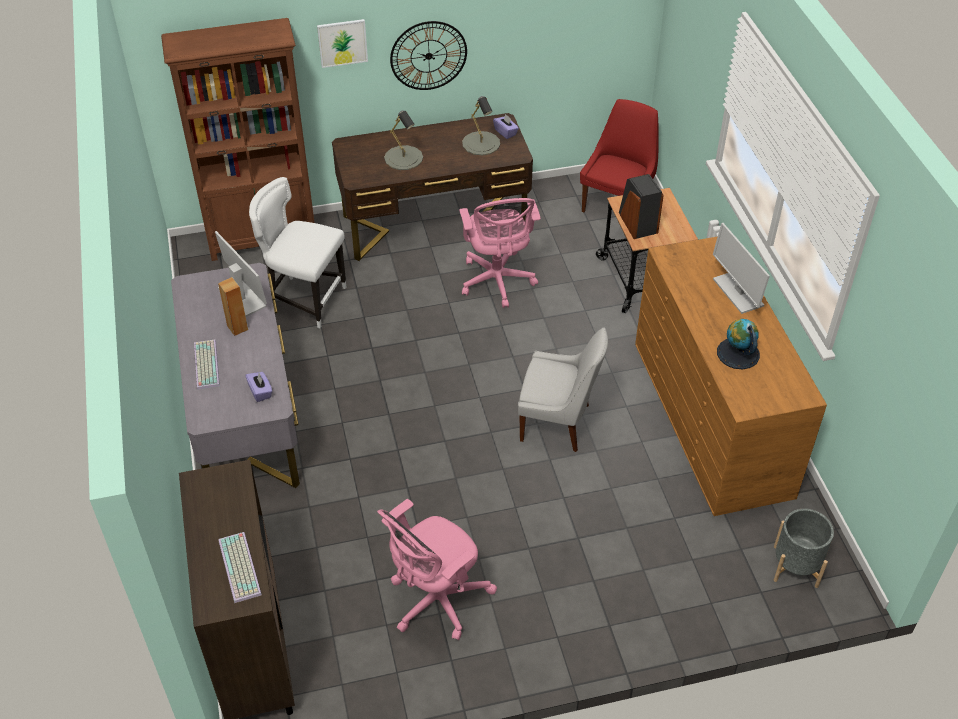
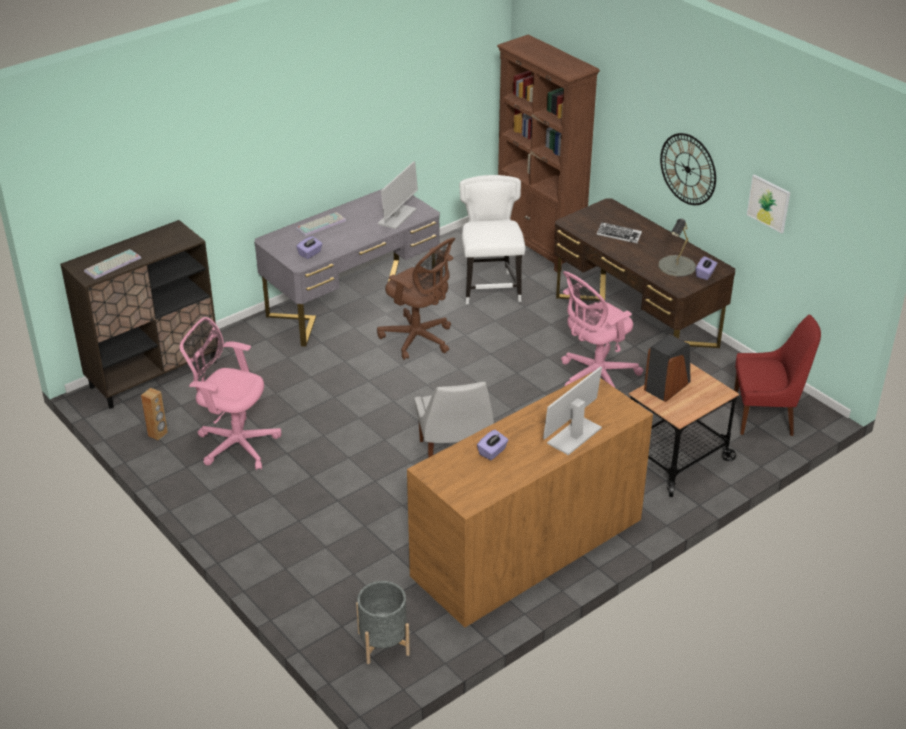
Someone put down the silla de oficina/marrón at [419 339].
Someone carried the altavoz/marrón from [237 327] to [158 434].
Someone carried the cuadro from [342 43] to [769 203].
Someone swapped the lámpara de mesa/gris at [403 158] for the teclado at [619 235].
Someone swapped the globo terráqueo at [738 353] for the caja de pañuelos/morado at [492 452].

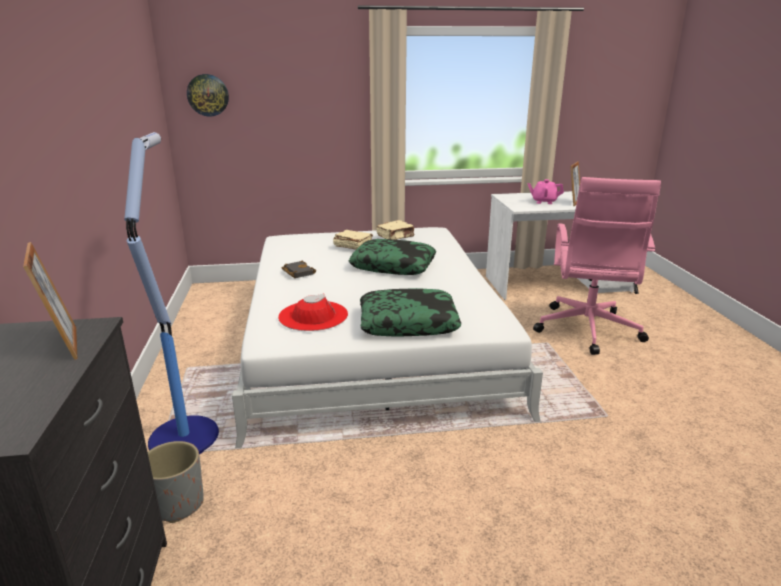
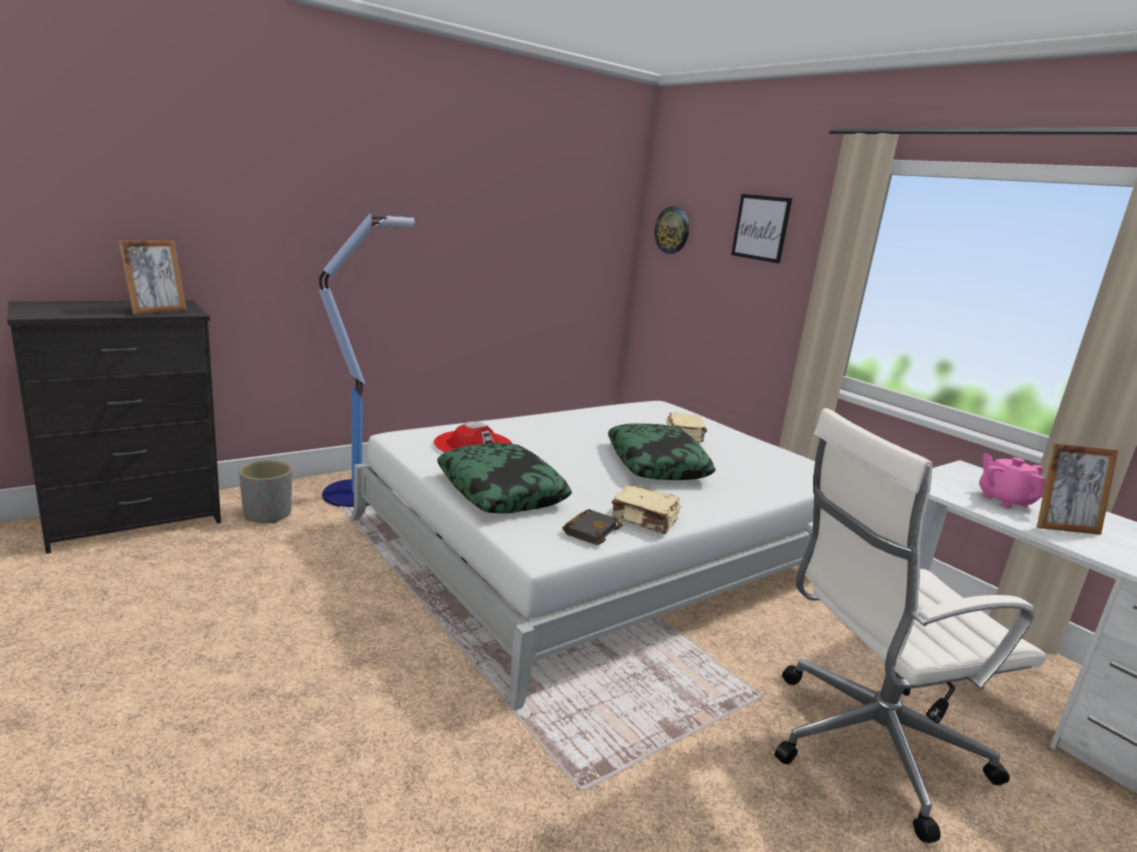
Someone put up the cuadro at [761 228].
Someone carried the libro/negro from [297 272] to [590 530].
Someone carried the libro/beis from [395 236] to [645 520].
Someone repainted the silla de oficina/rosa at [587 331], which became the silla de oficina/blanco at [866 745].

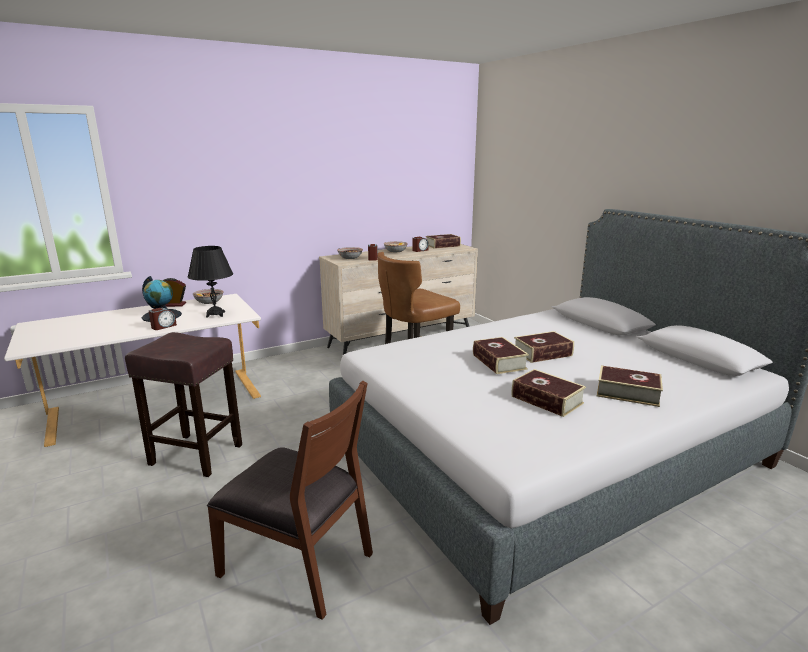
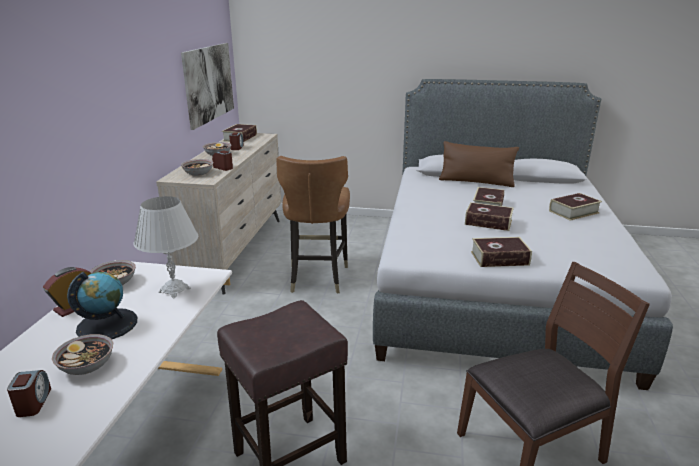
Someone put down the cuenco at [87 365].
Someone put up the cuadro at [209 83].
Someone put down the cojín/marrón at [476 182].
Someone carried the despertador from [163 326] to [33 402].
Someone carried the libro from [547 400] to [499 258].
Someone repainted the lámpara de mesa/negro at [215 314], which became the lámpara de mesa/blanco at [174 290].

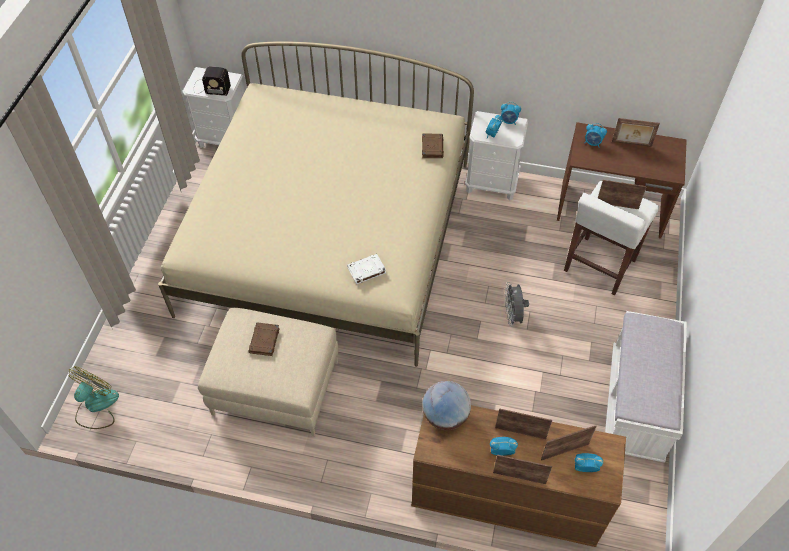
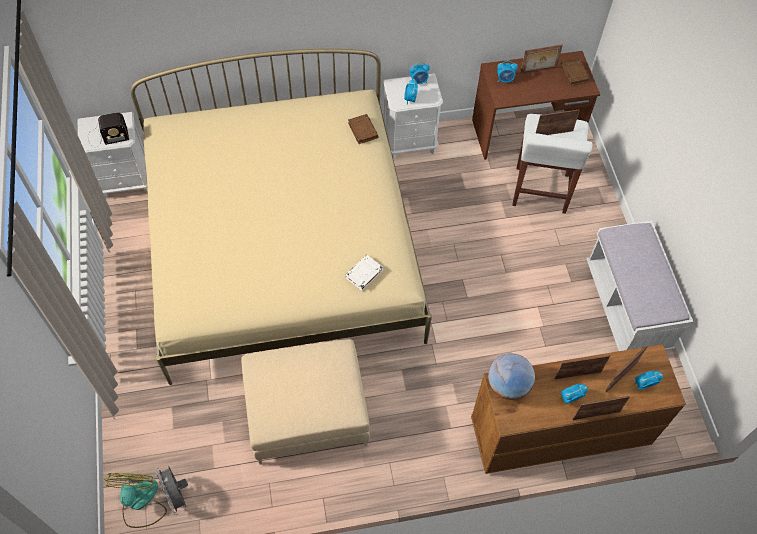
Someone carried the libro/marrón from [264 341] to [575 74].
Someone carried the ventilador/gris from [513 316] to [177 495].

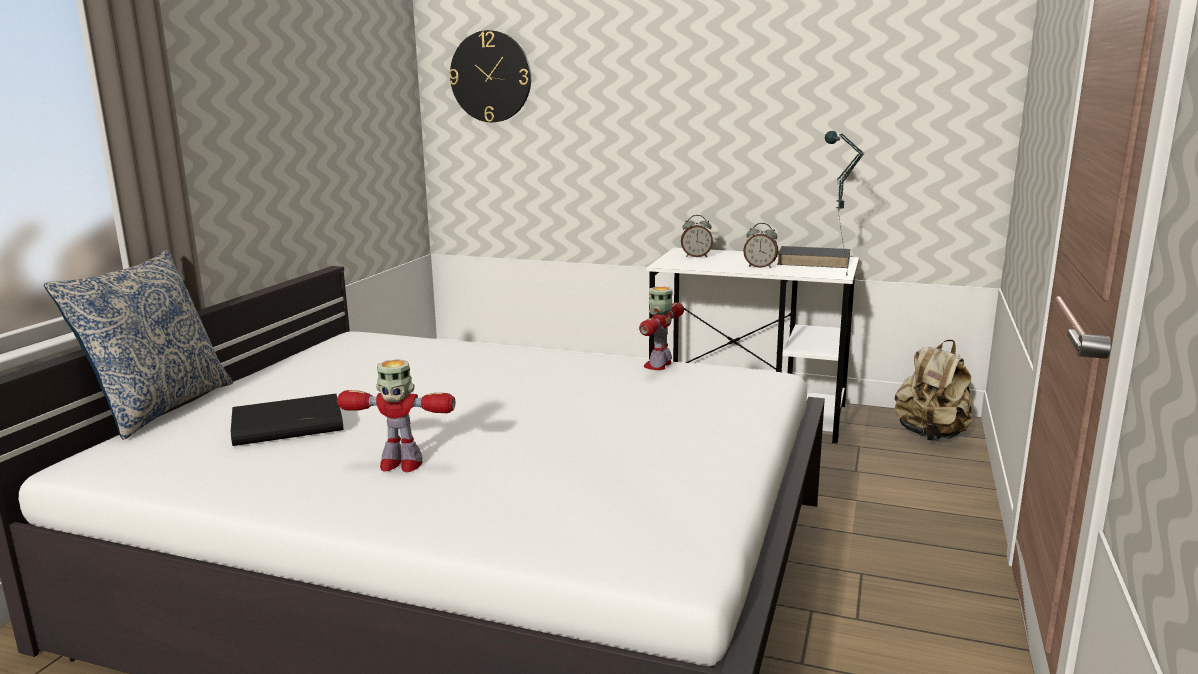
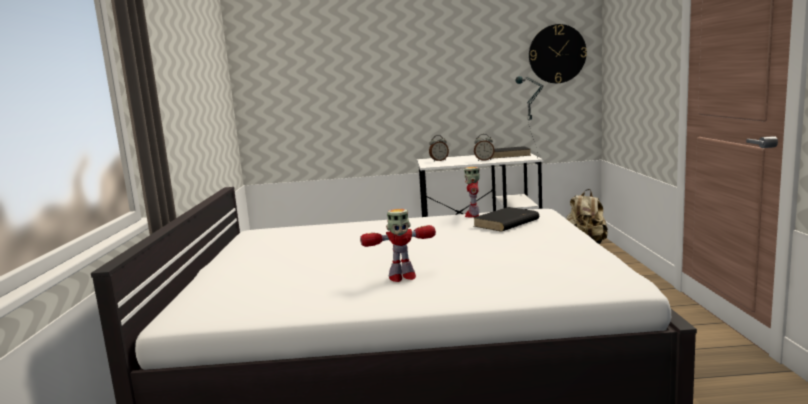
Someone took away the cojín at [159 408].
Someone carried the libro/negro from [287 427] to [506 223].
Someone carried the reloj de pared from [491 77] to [557 54].

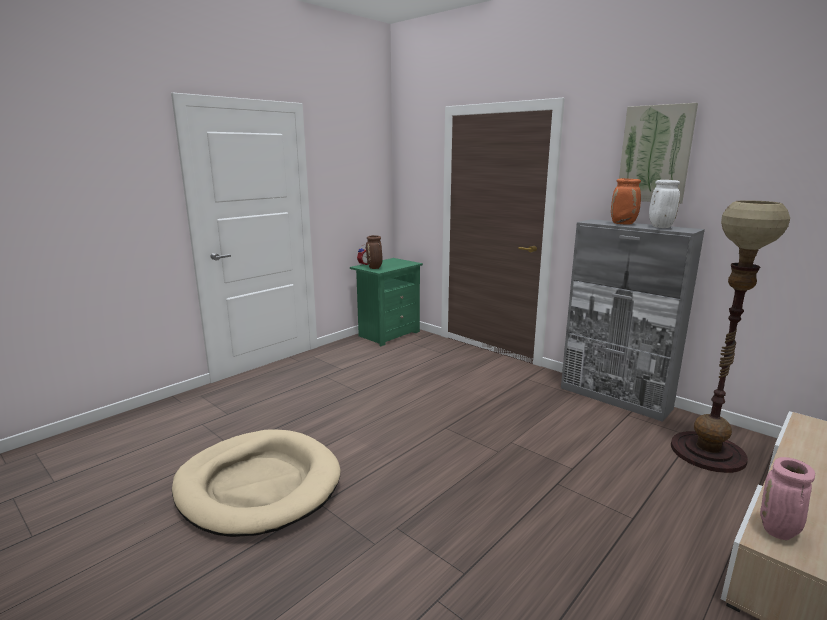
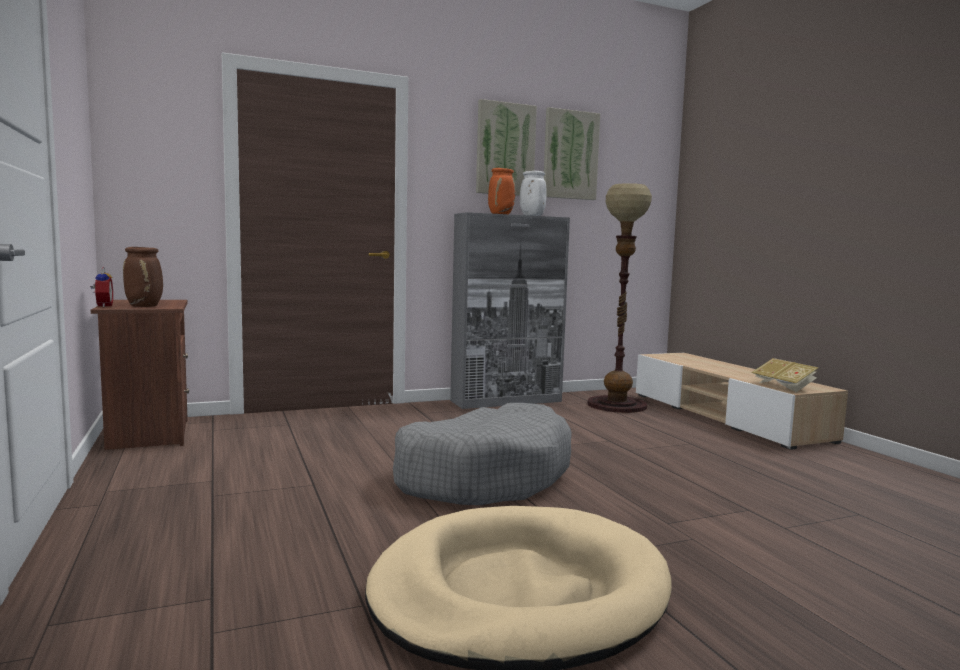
Someone put down the cama para perro/gris at [483 476].
Someone put up the cuadro at [570 155].
Someone swapped the florero/rosa at [778 532] for the libro at [784 387].
Someone repainted the mesita de noche/verde at [388 334], which became the mesita de noche/marrón at [148 434].

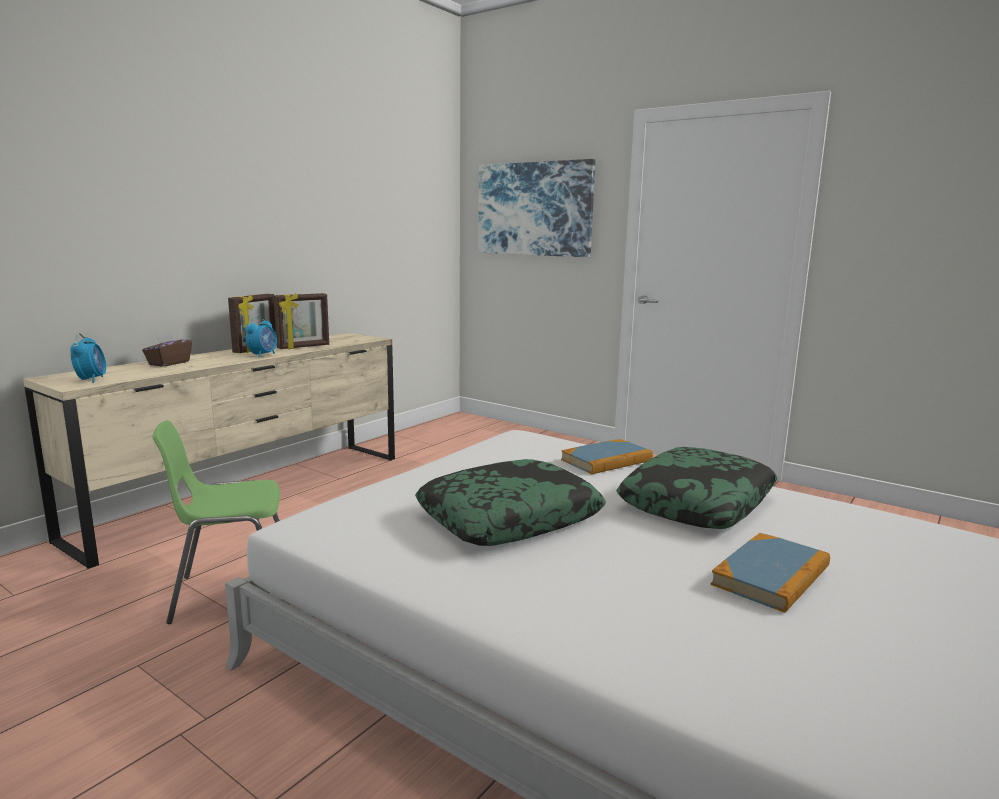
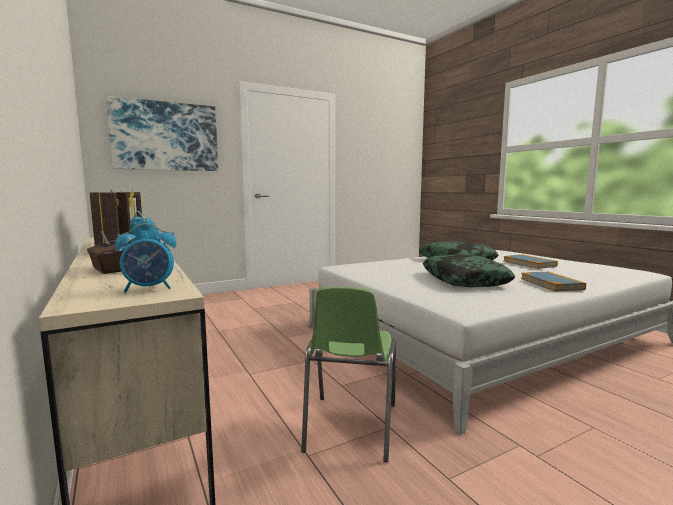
Someone carried the libro from [606 460] to [551 284].
Someone rotated the despertador at [91 380] by 150 degrees clockwise.

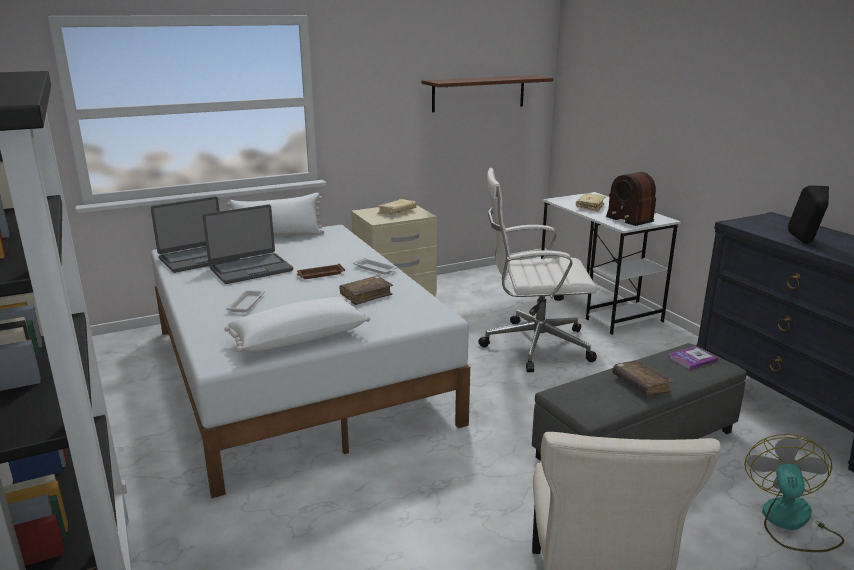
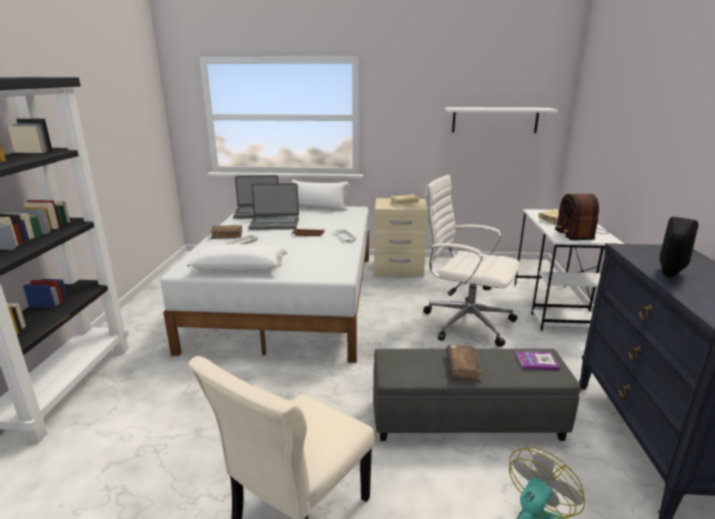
Someone carried the libro/marrón from [366 295] to [227 235].
Someone repainted the estante/marrón at [478 93], which became the estante/blanco at [495 120].

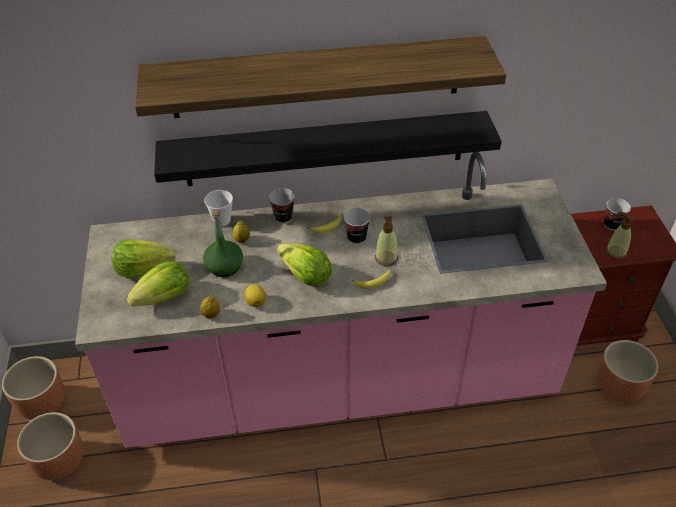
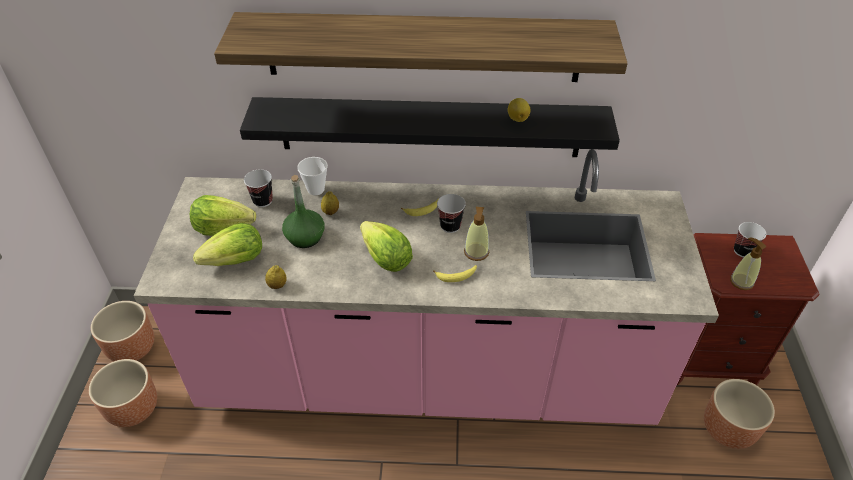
Someone carried the limón from [256 302] to [518 118].
Someone carried the taza from [283 217] to [262 201].

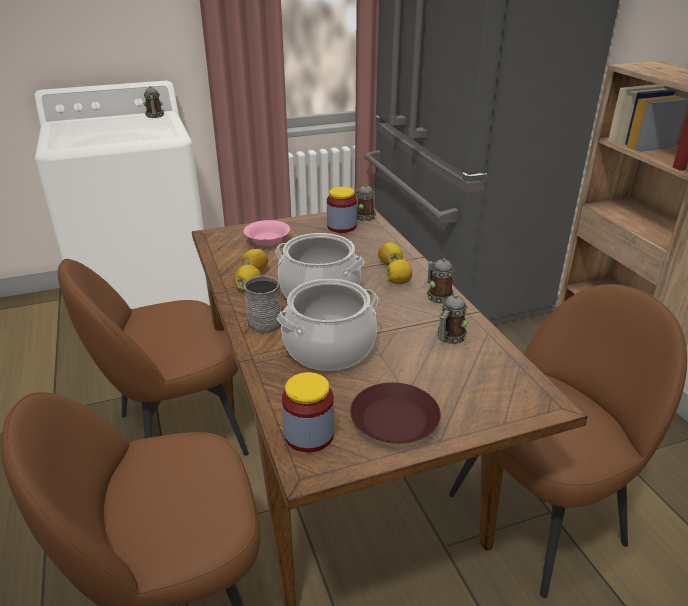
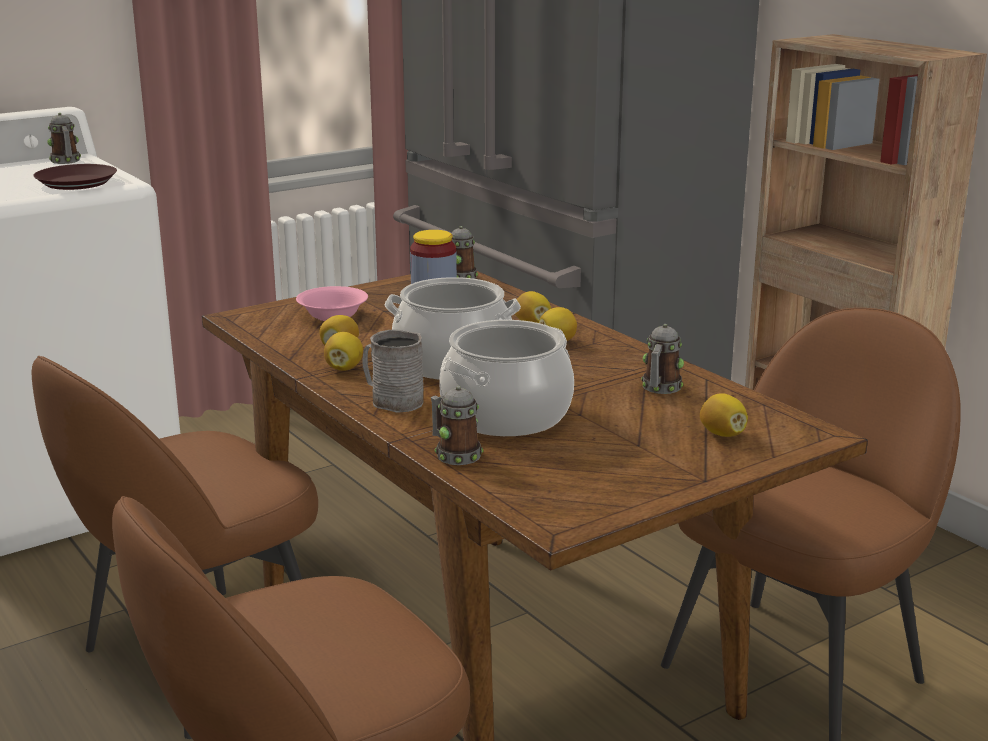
Someone took away the tarro at [309 435].
Someone put down the limón at [722 434].
Someone carried the plato/marrón from [395 420] to [77 183].
Someone carried the taza grande from [437 296] to [454 454].

